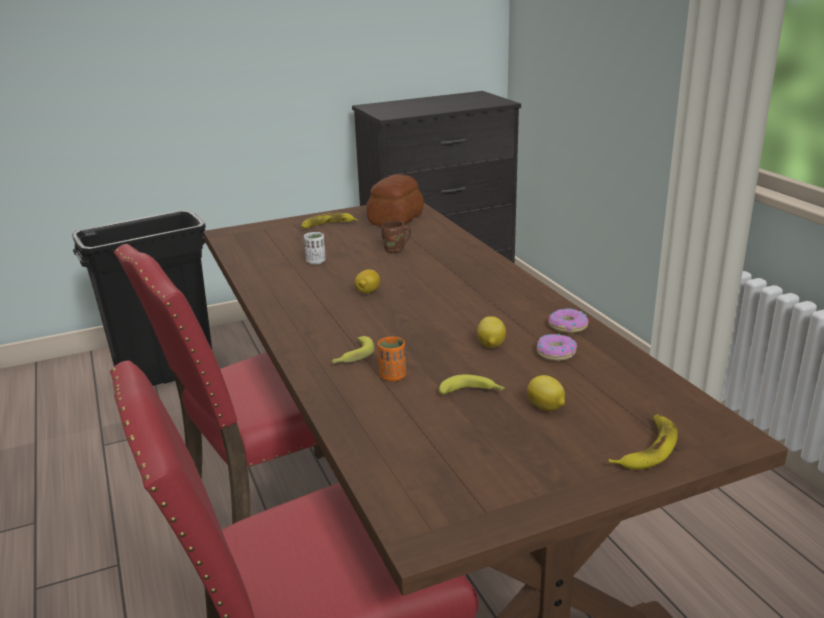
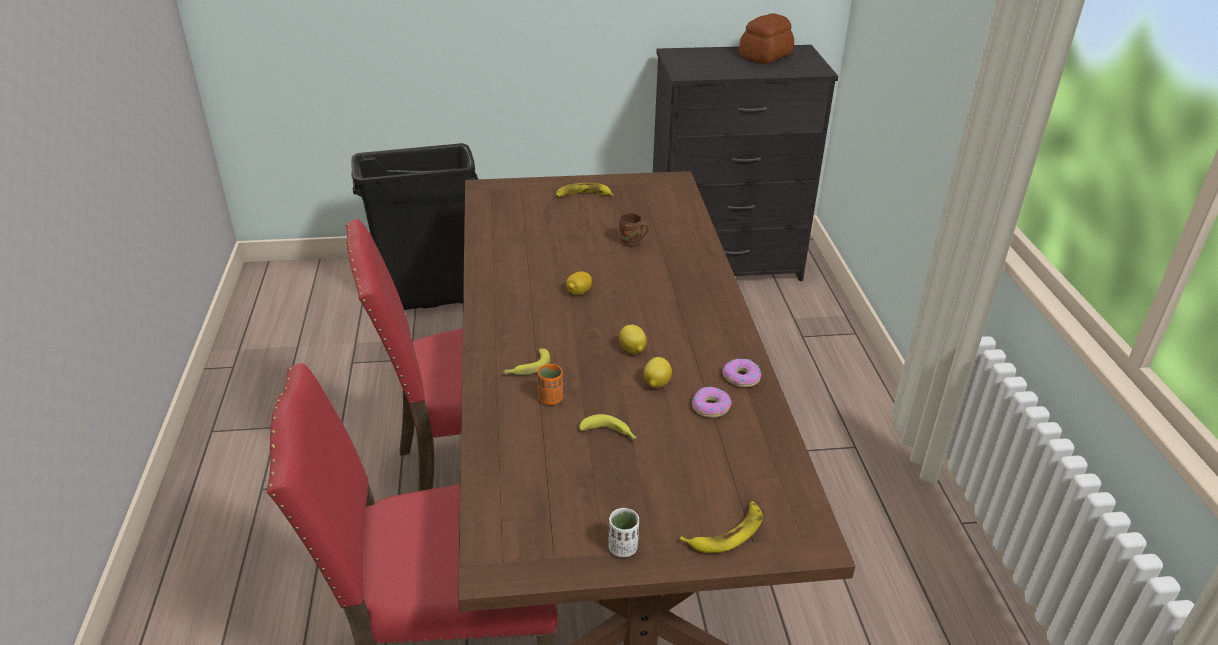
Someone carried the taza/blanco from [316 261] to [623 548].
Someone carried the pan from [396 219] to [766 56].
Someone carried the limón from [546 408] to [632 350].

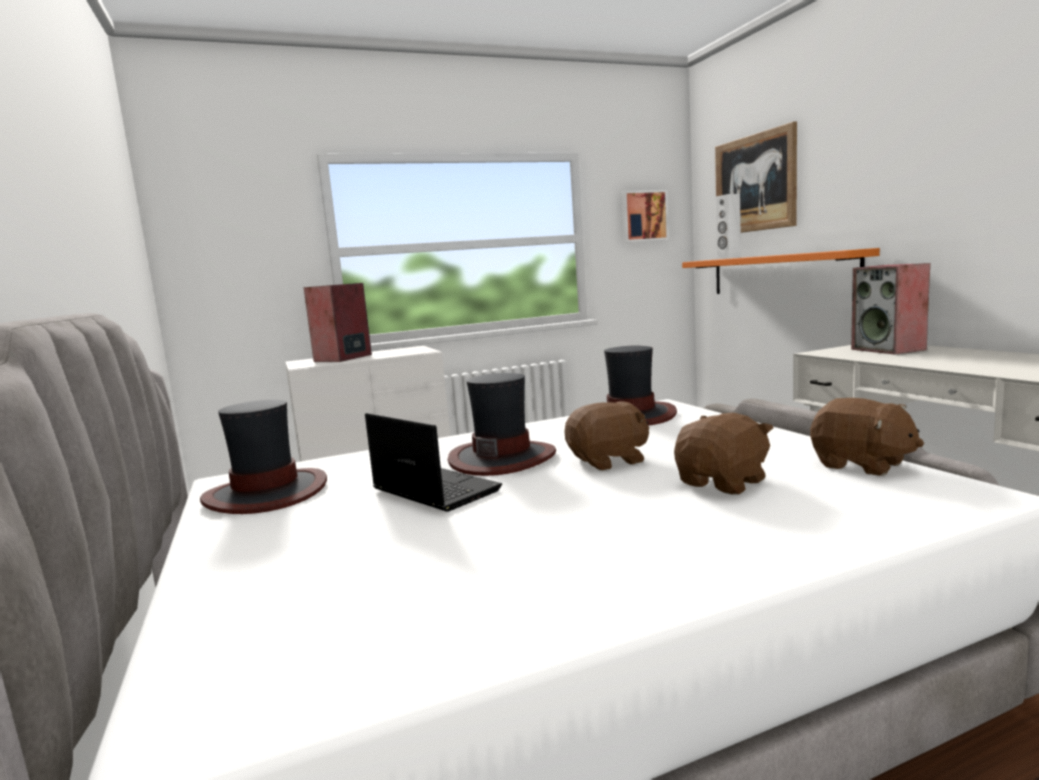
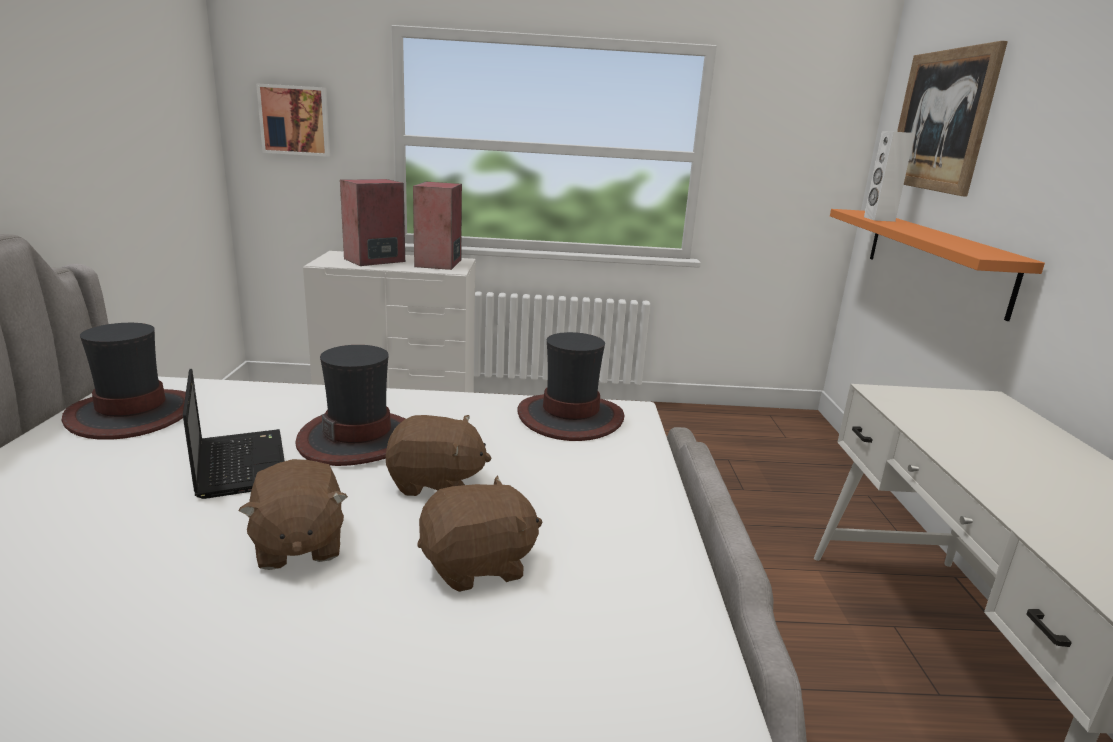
Someone carried the cuadro from [643 216] to [295 120].
Someone carried the peluche/marrón from [861 465] to [298 545].
Someone carried the altavoz from [889 349] to [439 263].

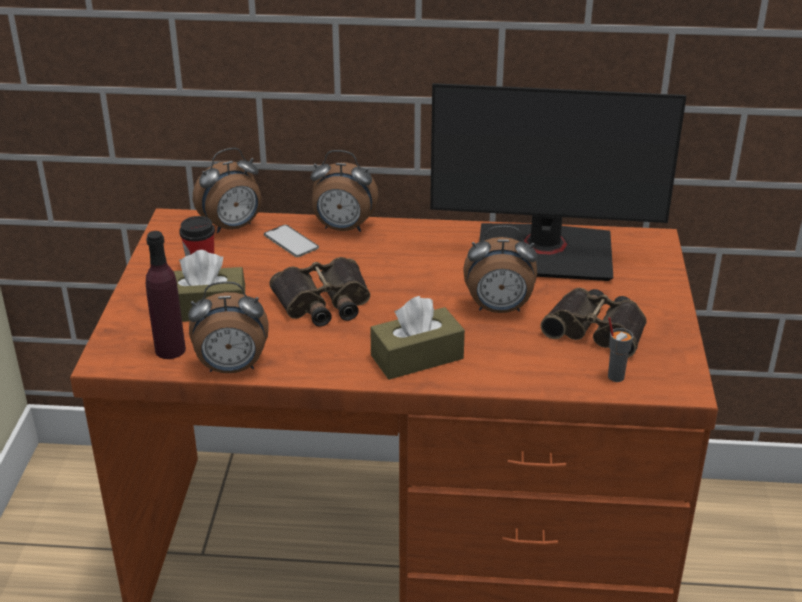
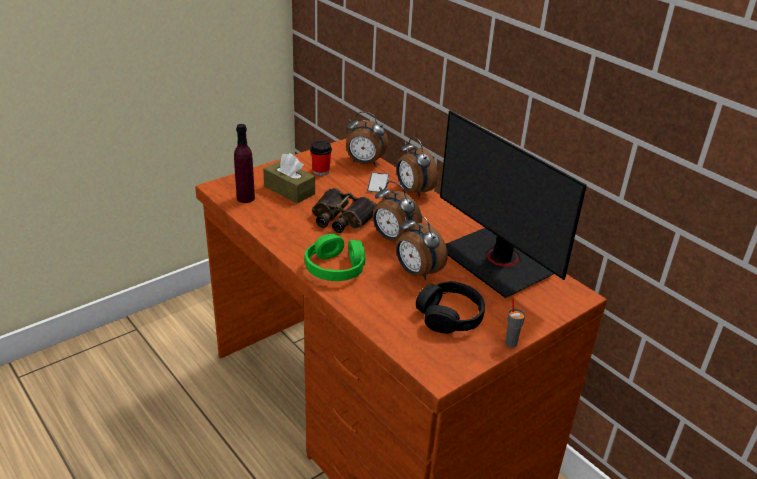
Someone carried the despertador from [232 368] to [393 239].
Someone carried the taza/gris from [615 376] to [511 343].
Someone swapped the caja de pañuelos/marrón at [417 357] for the auriculares/verde at [335 268].
Someone swapped the prismáticos at [597 329] for the auriculares/negro at [450 316].

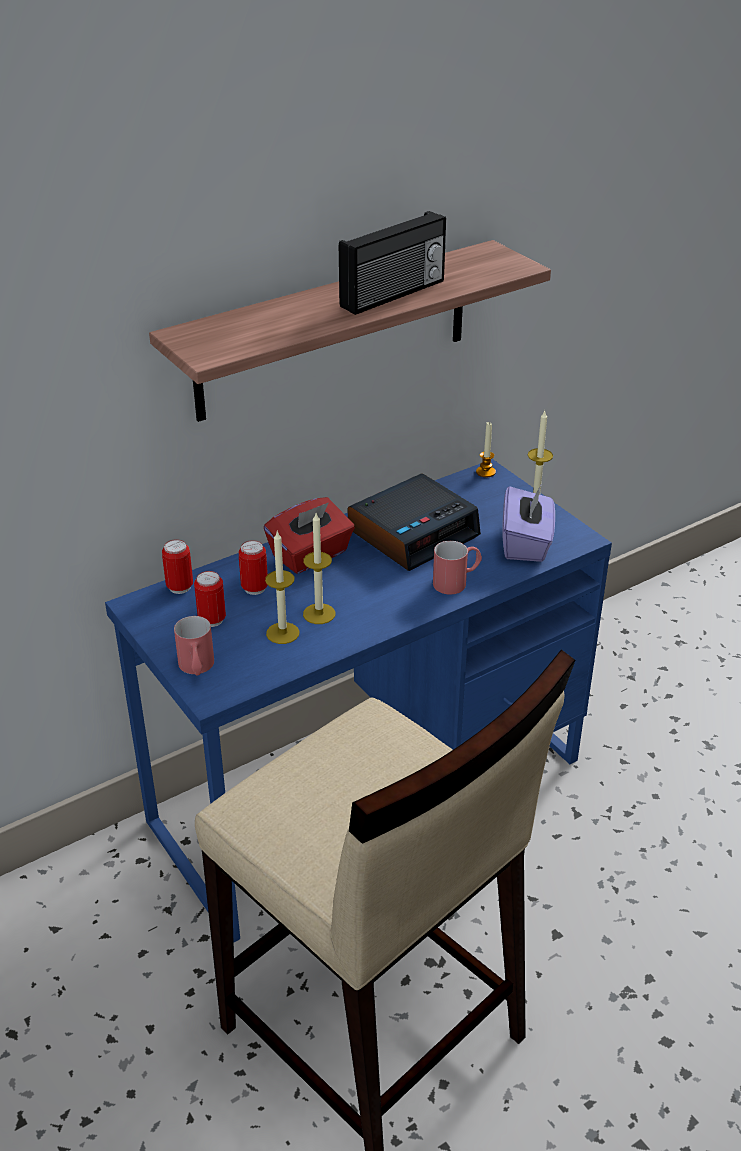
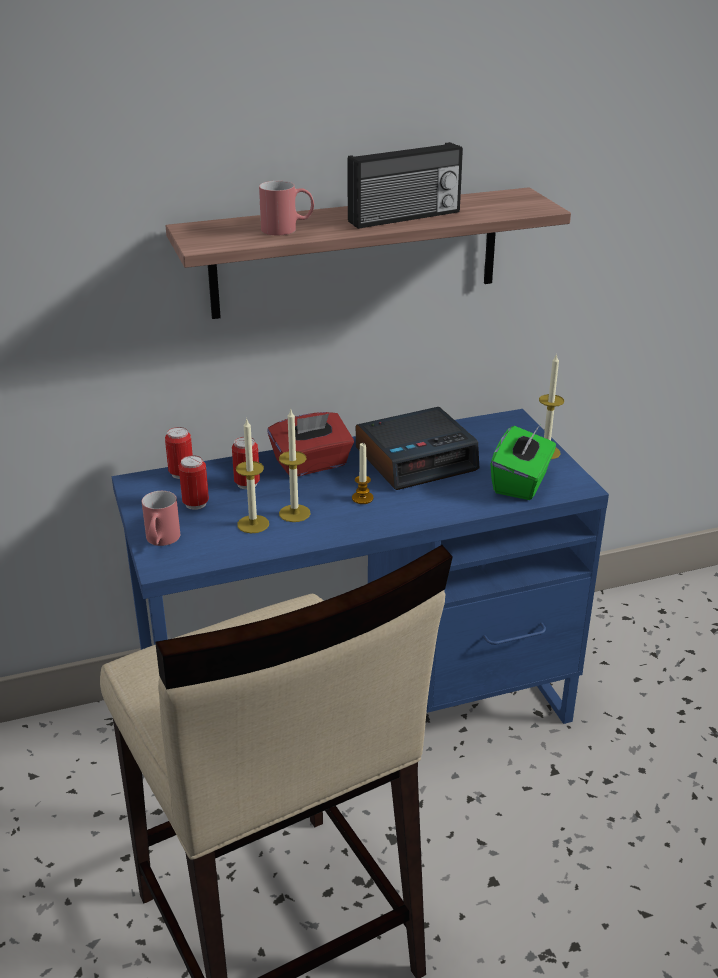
Someone carried the taza grande/rojo from [457 582] to [288 229].
Someone carried the vela from [485 472] to [362 498].
Someone repainted the caja de pañuelos/morado at [526 543], which became the caja de pañuelos/verde at [521 483].

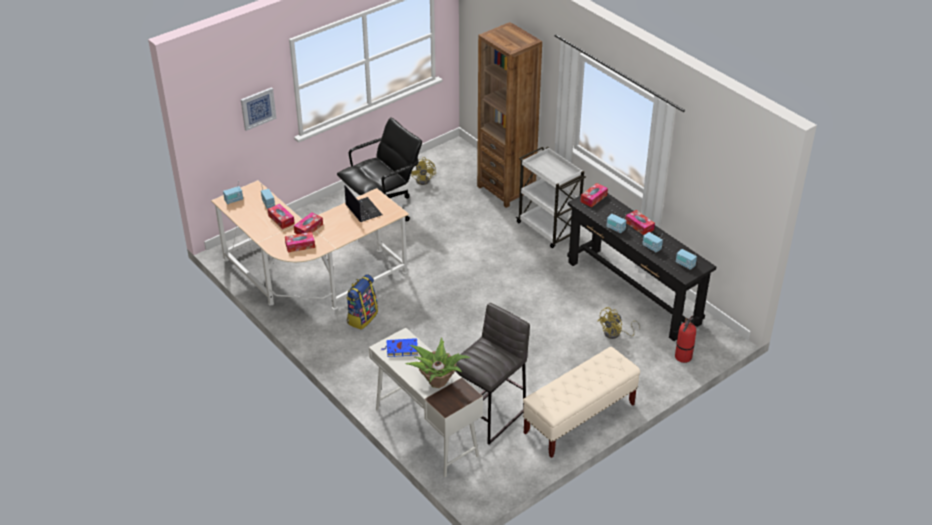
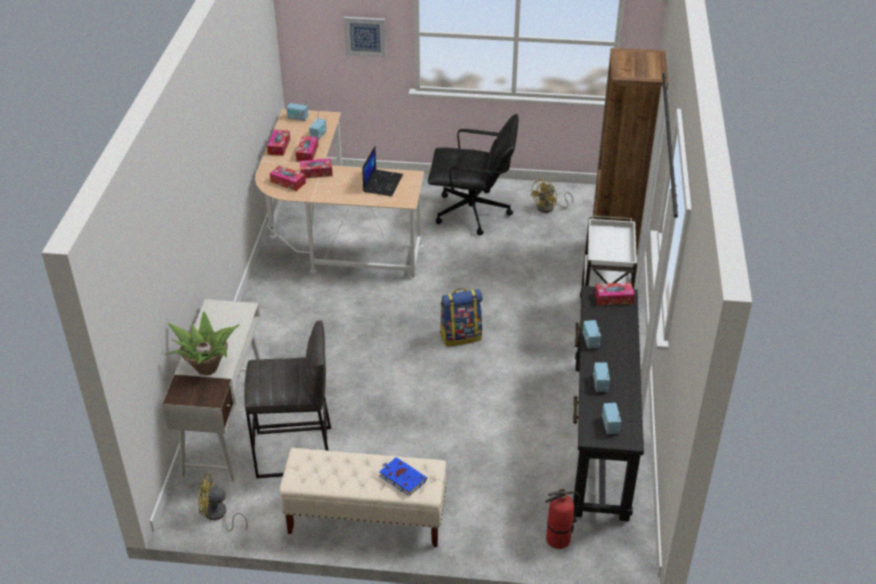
Someone carried the mochila from [362 317] to [460 336].
Someone carried the libro/azul from [401 349] to [401 478].
Someone carried the ventilador/amarillo from [615 334] to [218 515].
Someone carried the caja de pañuelos from [639 226] to [279 147].

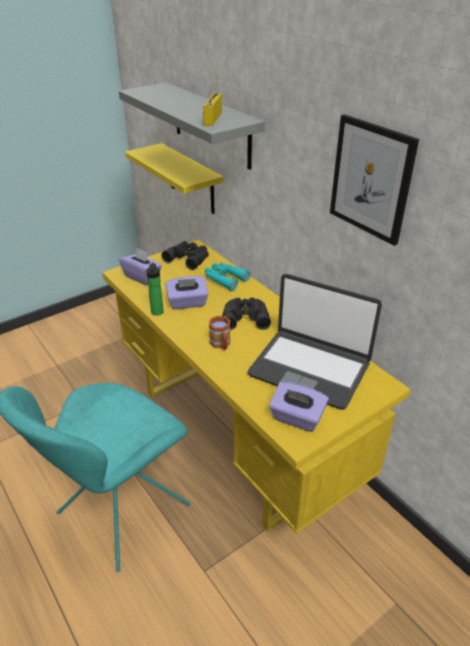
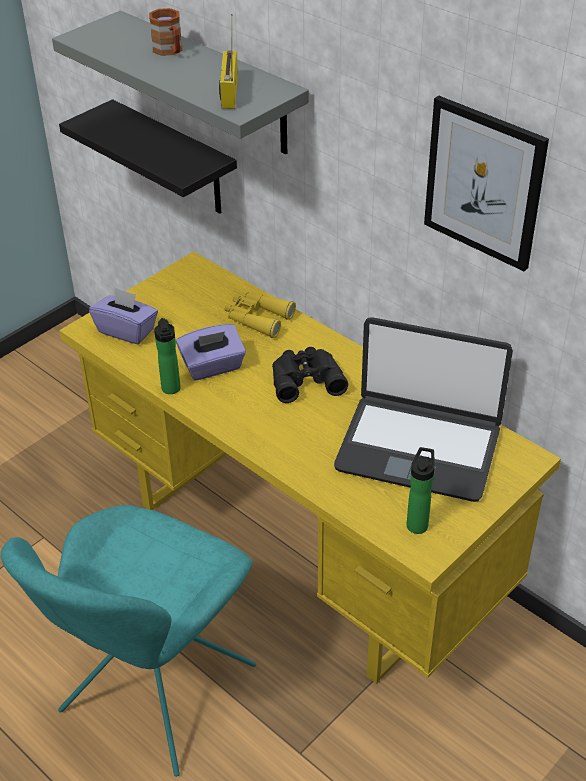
Someone took away the prismáticos/negro at [189 258].
Someone carried the taza grande/marrón from [221 344] to [170 51].
Someone swapped the caja de pañuelos/morado at [296 418] for the botella at [417 523].
Someone repainted the estante/amarillo at [191 179], which became the estante/negro at [175 159].
Someone repainted the prismáticos/turquesa at [225 279], which became the prismáticos/amarillo at [257 319].

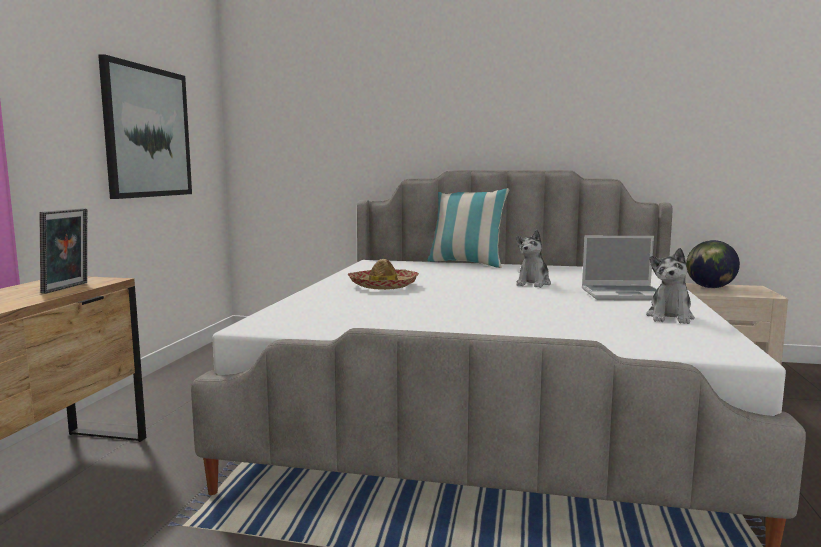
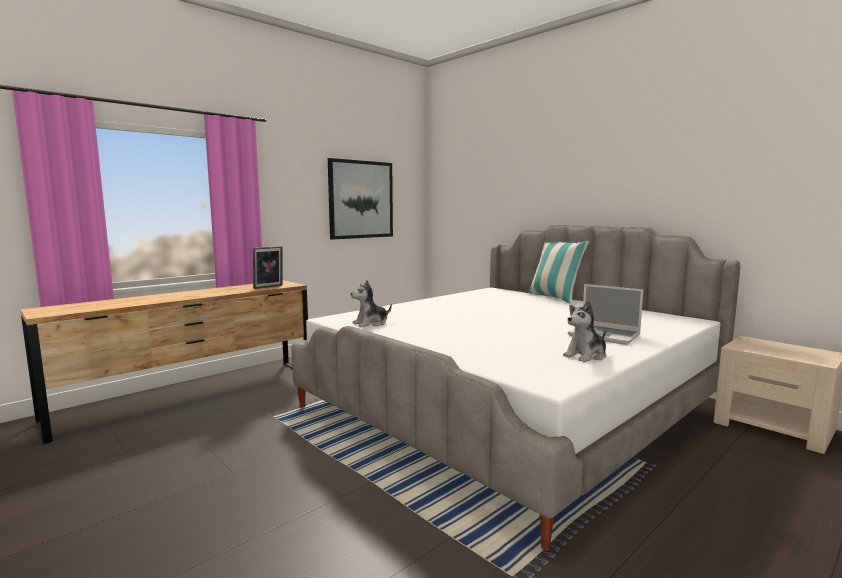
Someone took away the sombrero at [383 286].
Someone took away the globo terráqueo at [710 287].
Someone carried the peluche from [533 283] to [371 323].

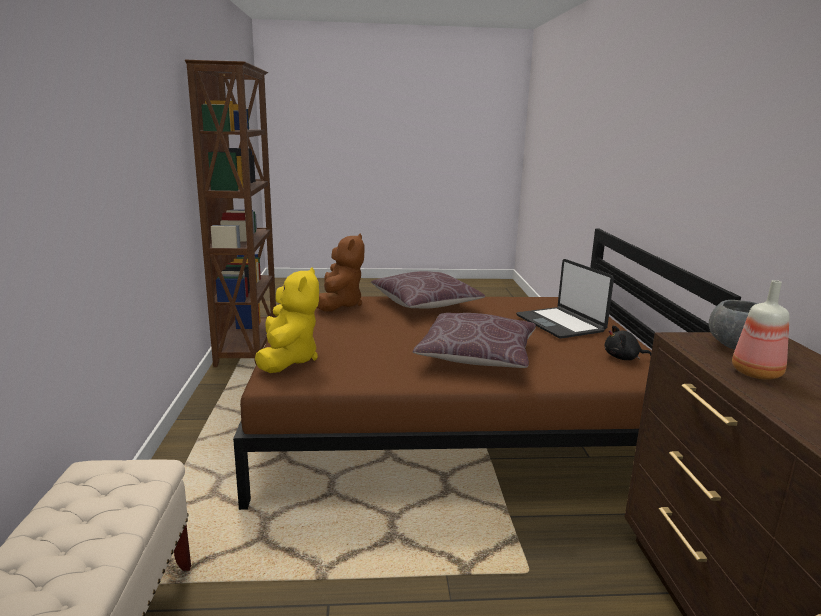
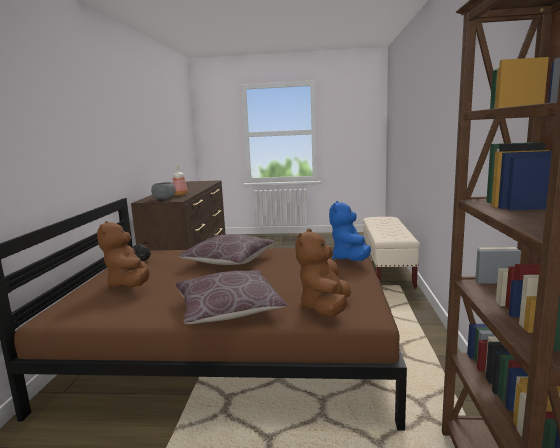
Someone swapped the portátil at [560 324] for the peluche/marrón at [129 285].
Someone repainted the peluche/amarillo at [288 360], which became the peluche/azul at [350 259].

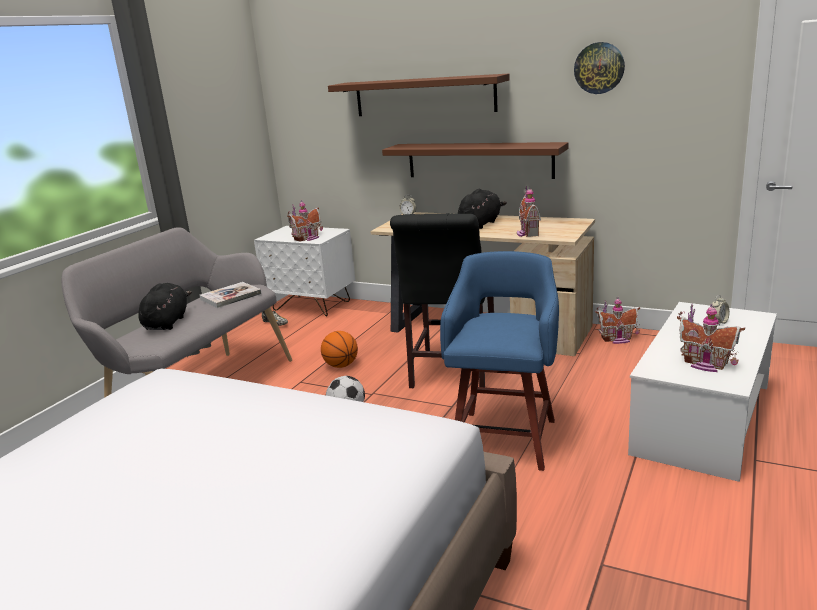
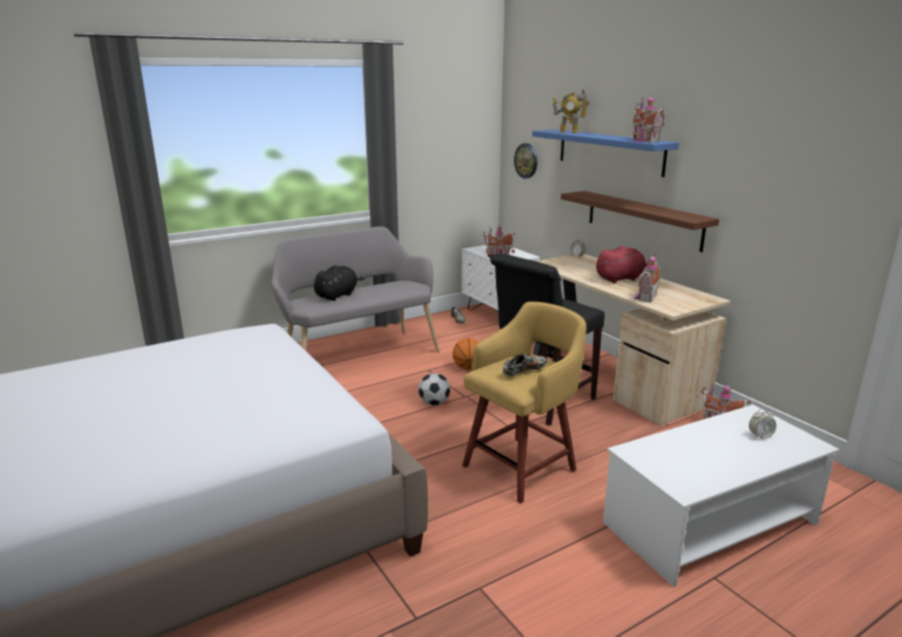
Someone took away the libro at [231 296].
Someone put down the zapato at [524 371].
Someone put down the robot de juguete at [569 132].
Someone carried the reloj de pared from [599 68] to [526 161].
Someone carried the casita from [705 364] to [643 141].
Someone repainted the estante/marrón at [424 96], which became the estante/azul at [609 151].
Someone repainted the taburete/azul at [505 437], which became the taburete/amarillo at [522 467].
Someone repainted the peluche/negro at [480 224], which became the peluche/rojo at [621 279].

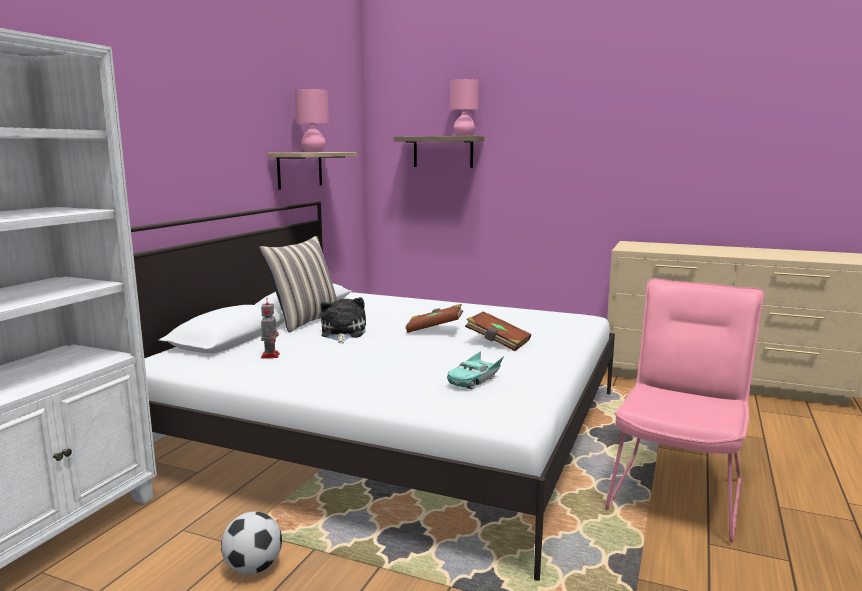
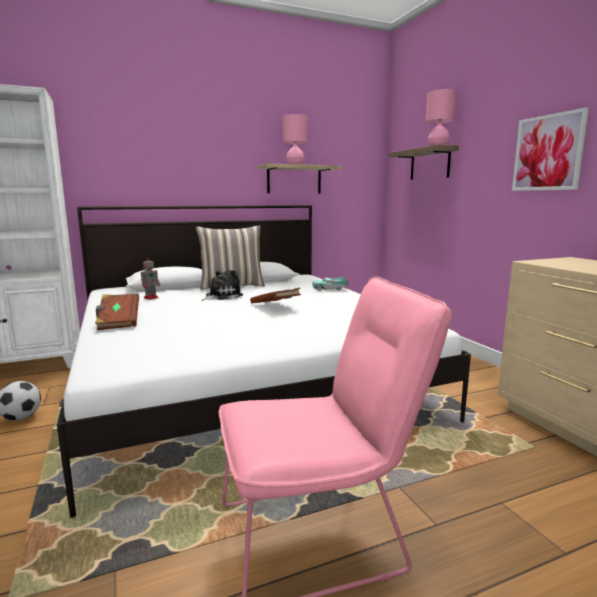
Someone put up the cuadro at [548 153].
Someone carried the coche de juguete/turquesa from [474 380] to [330 289].
Someone carried the libro/marrón from [497 343] to [118 322].

